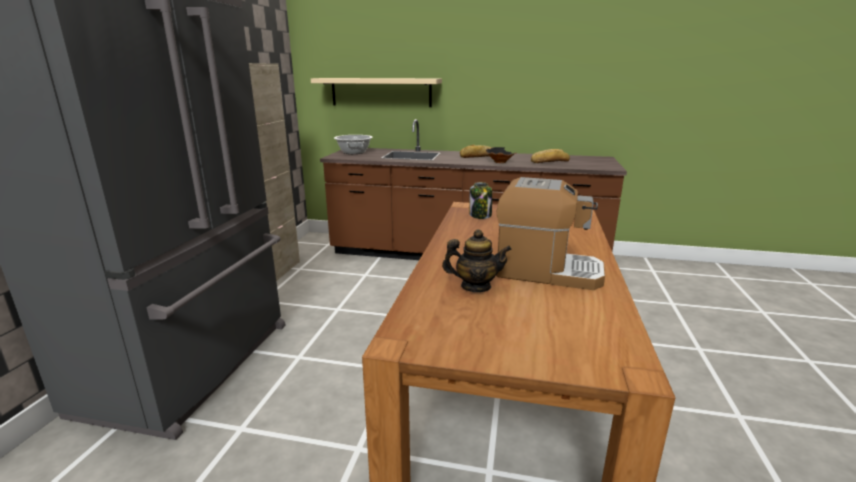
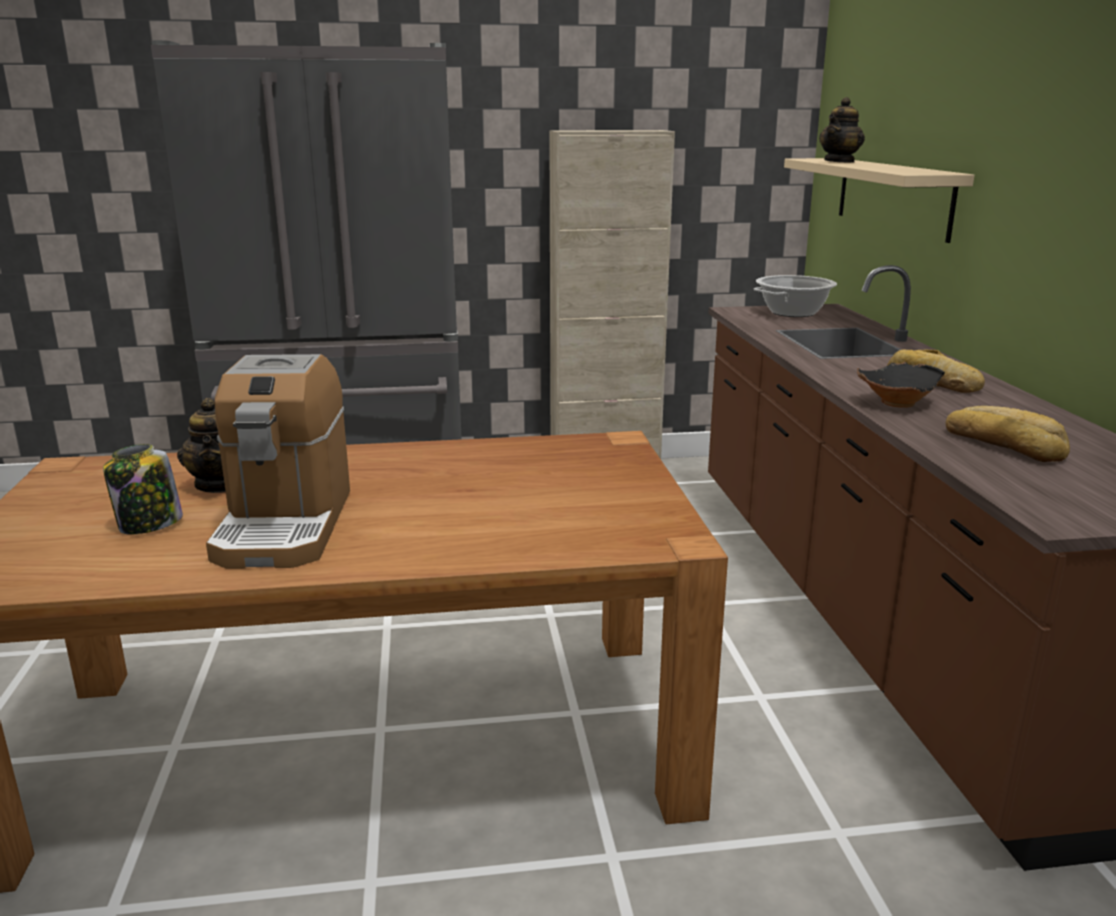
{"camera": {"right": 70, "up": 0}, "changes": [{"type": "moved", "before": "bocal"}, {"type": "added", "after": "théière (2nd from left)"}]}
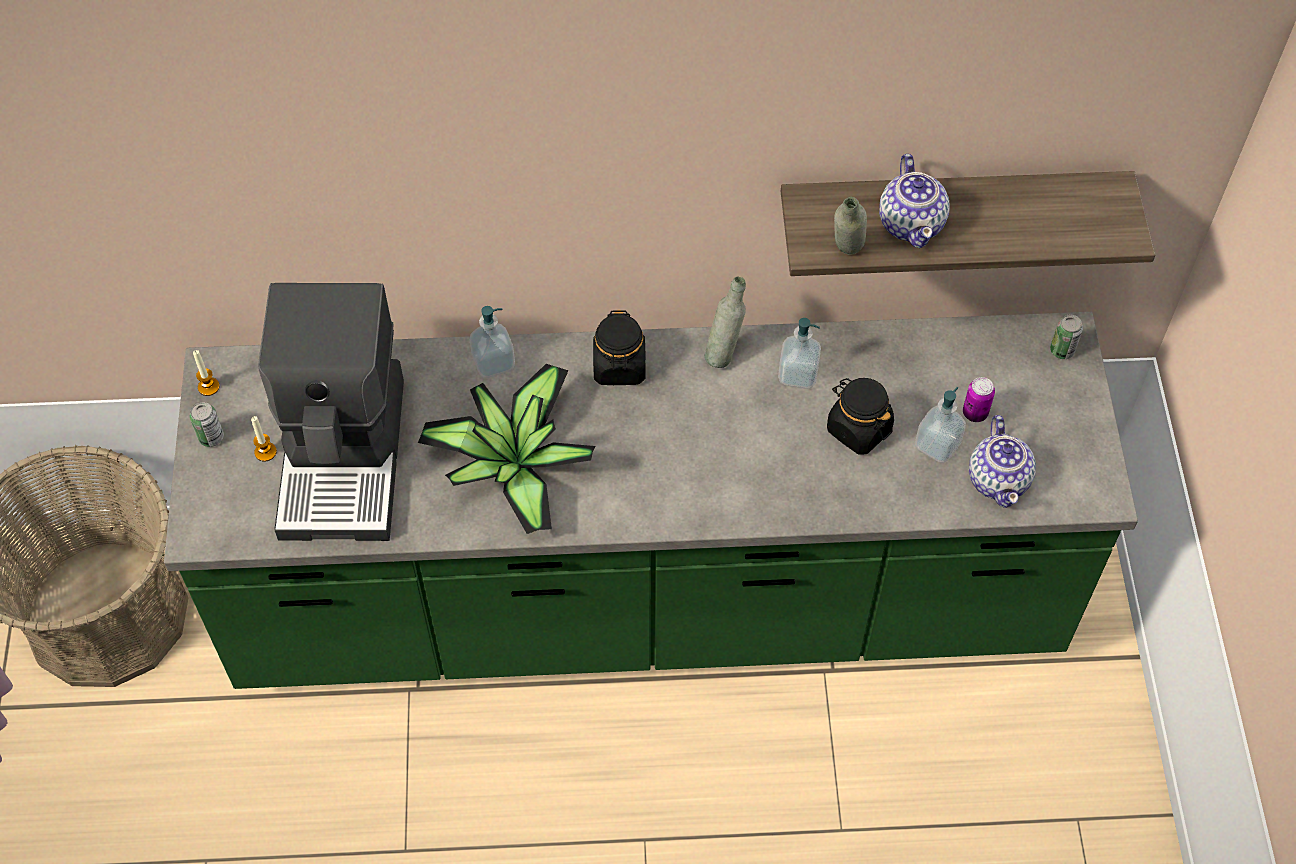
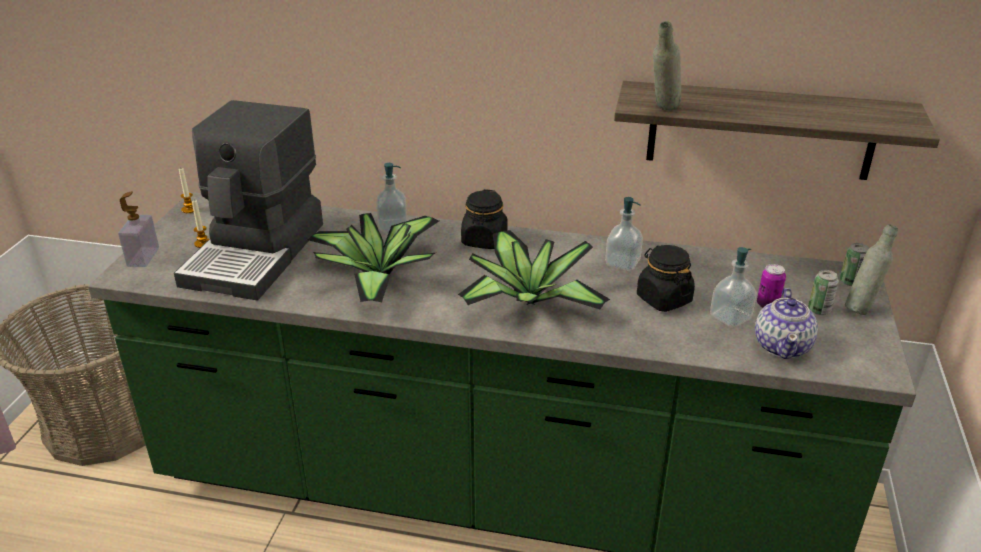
{"camera": {"right": 15, "up": -25}, "changes": [{"type": "moved", "before": "boîte métallique (1st from left in the first image)", "after": "boîte métallique (2nd from left)"}, {"type": "moved", "before": "bouteille (gris) (1st from left in the first image)", "after": "bouteille (gris) (2nd from left)"}, {"type": "removed", "before": "théière (1st from left)"}, {"type": "added", "after": "distributeur de savon (1st from left)"}, {"type": "added", "after": "plante en pot (2nd from left)"}]}
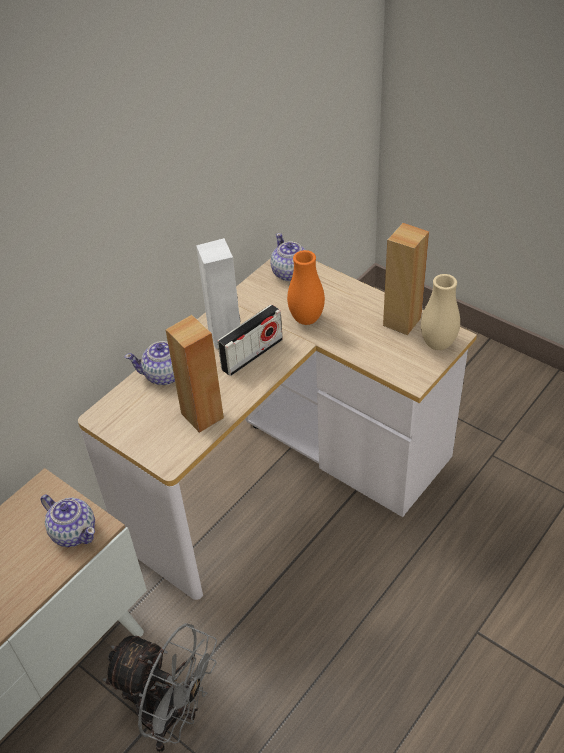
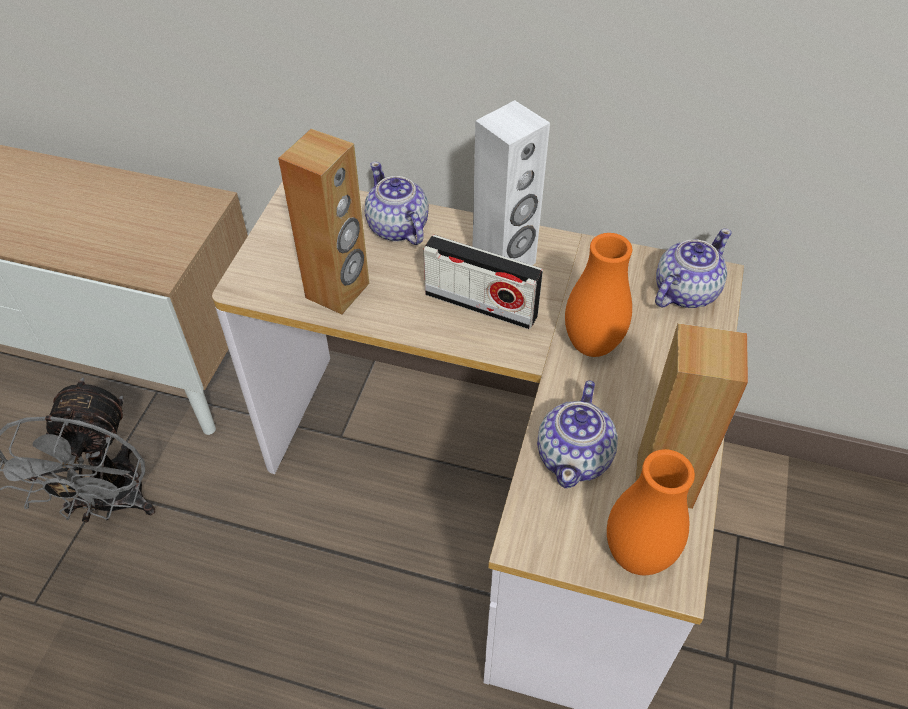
{"camera": {"right": 65, "up": 5}, "changes": [{"type": "moved", "before": "théière (1st from left in the first image)", "after": "théière (2nd from left)"}, {"type": "recoloured", "before": "vase (beige)", "after": "vase (orange) (2nd from left)"}]}
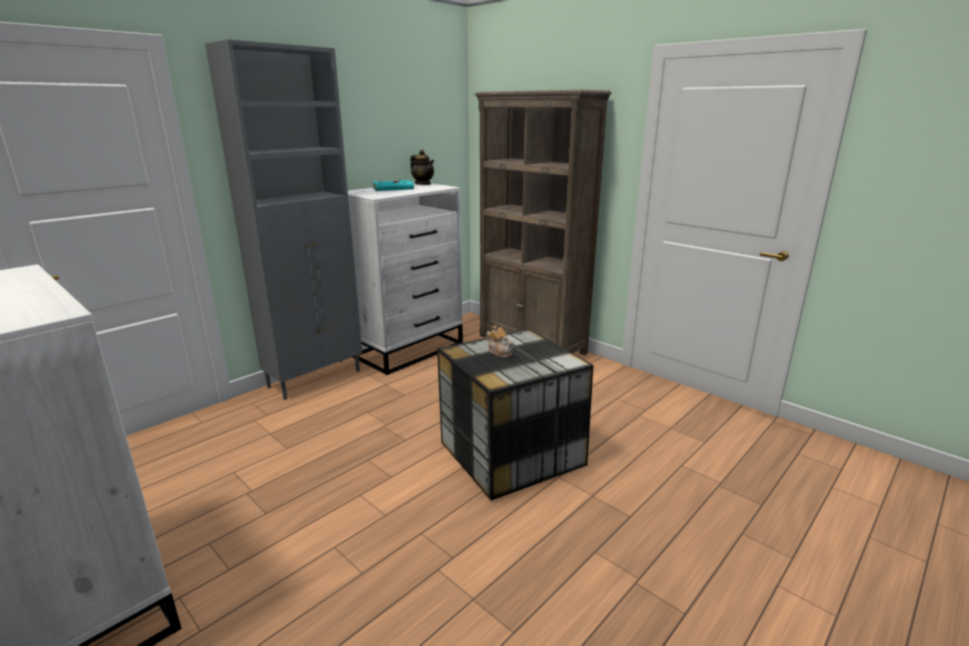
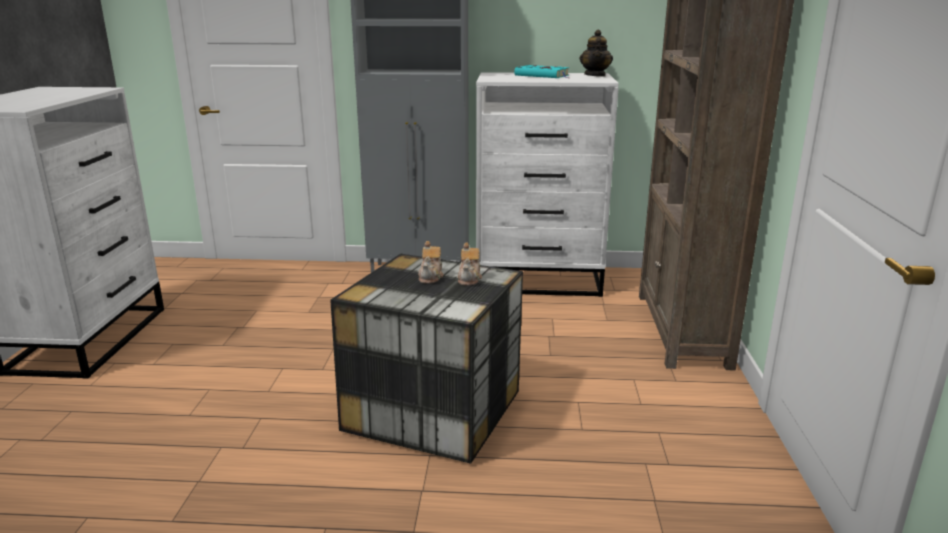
{"camera": {"right": 50, "up": 0}, "changes": [{"type": "added", "after": "théière (2nd from left)"}]}
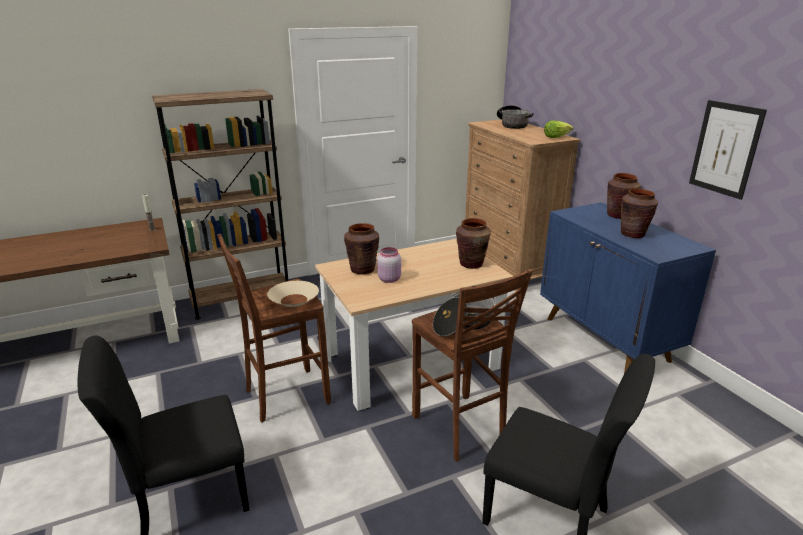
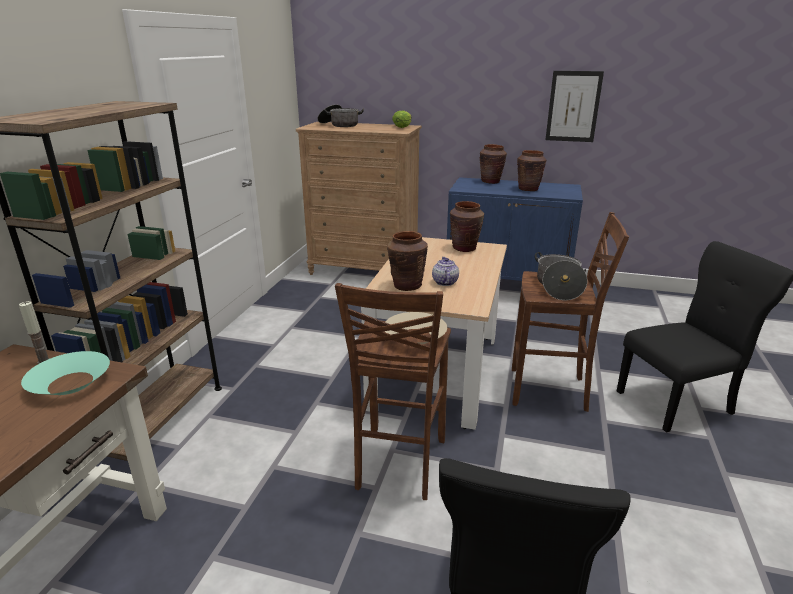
{"camera": {"right": -50, "up": 0}, "changes": [{"type": "replaced", "before": "bocal (rose)", "after": "théière"}, {"type": "added", "after": "bol (turquoise)"}]}
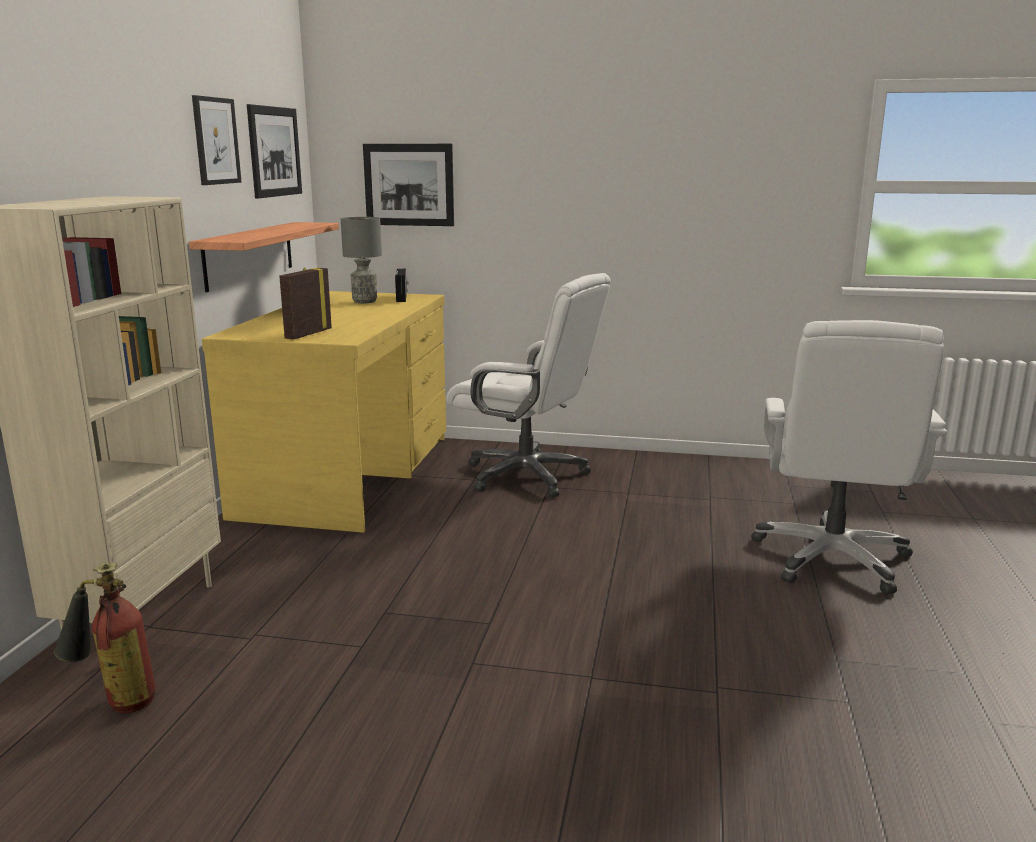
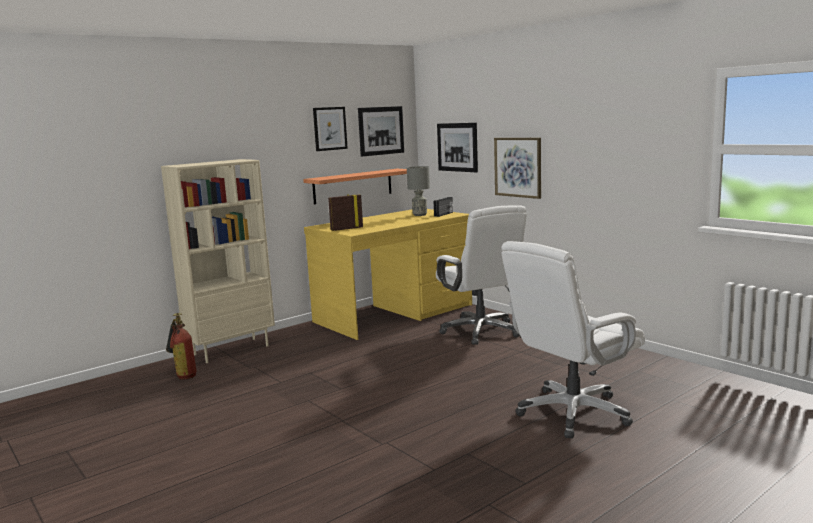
{"camera": {"right": 40, "up": -5}, "changes": [{"type": "added", "after": "tableau (4th from left)"}]}
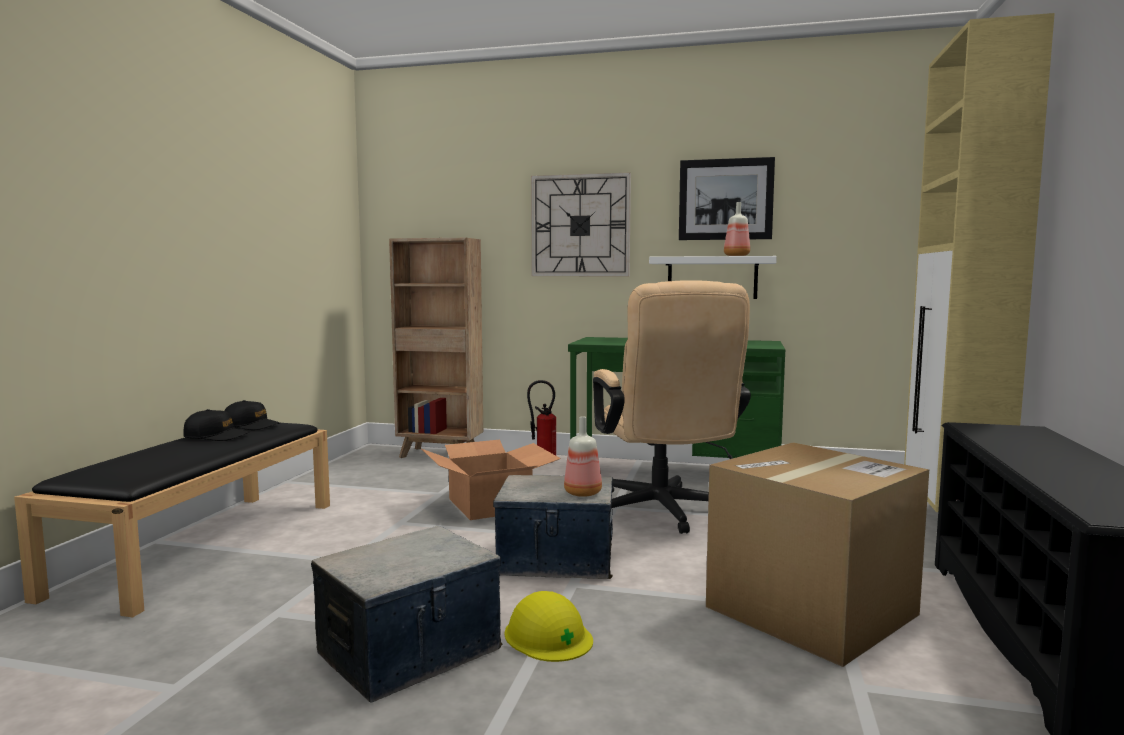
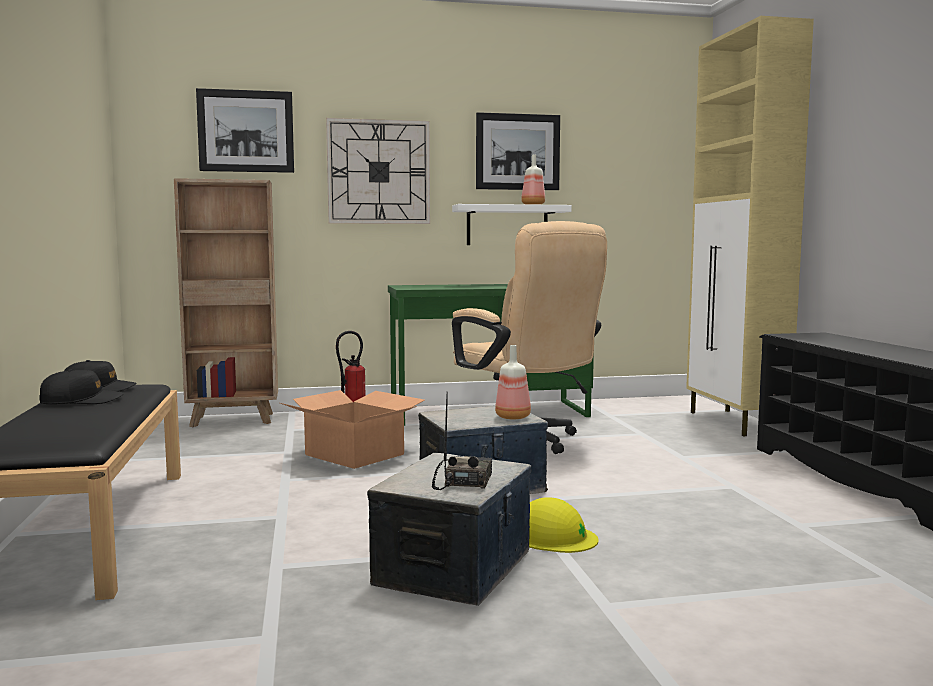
{"camera": {"right": -25, "up": 0}, "changes": [{"type": "removed", "before": "carton (2nd from left)"}, {"type": "added", "after": "tableau (1st from left)"}, {"type": "added", "after": "radio"}]}
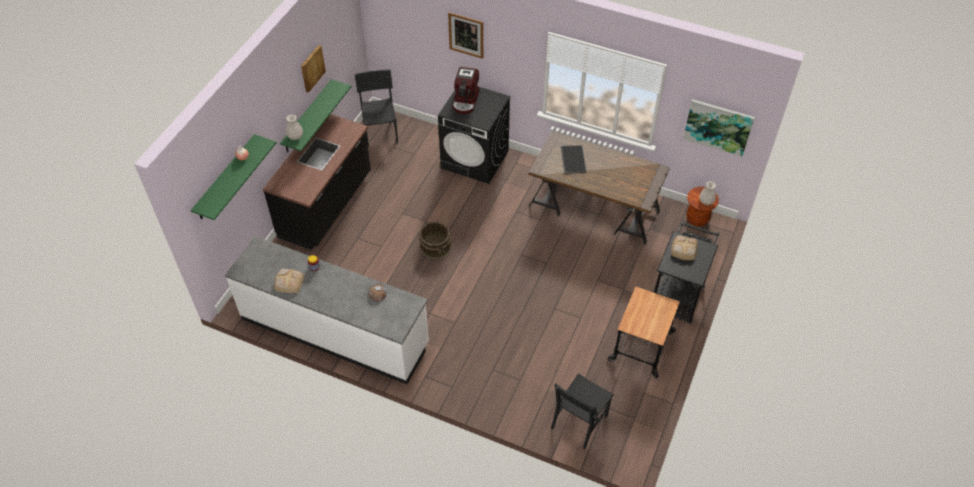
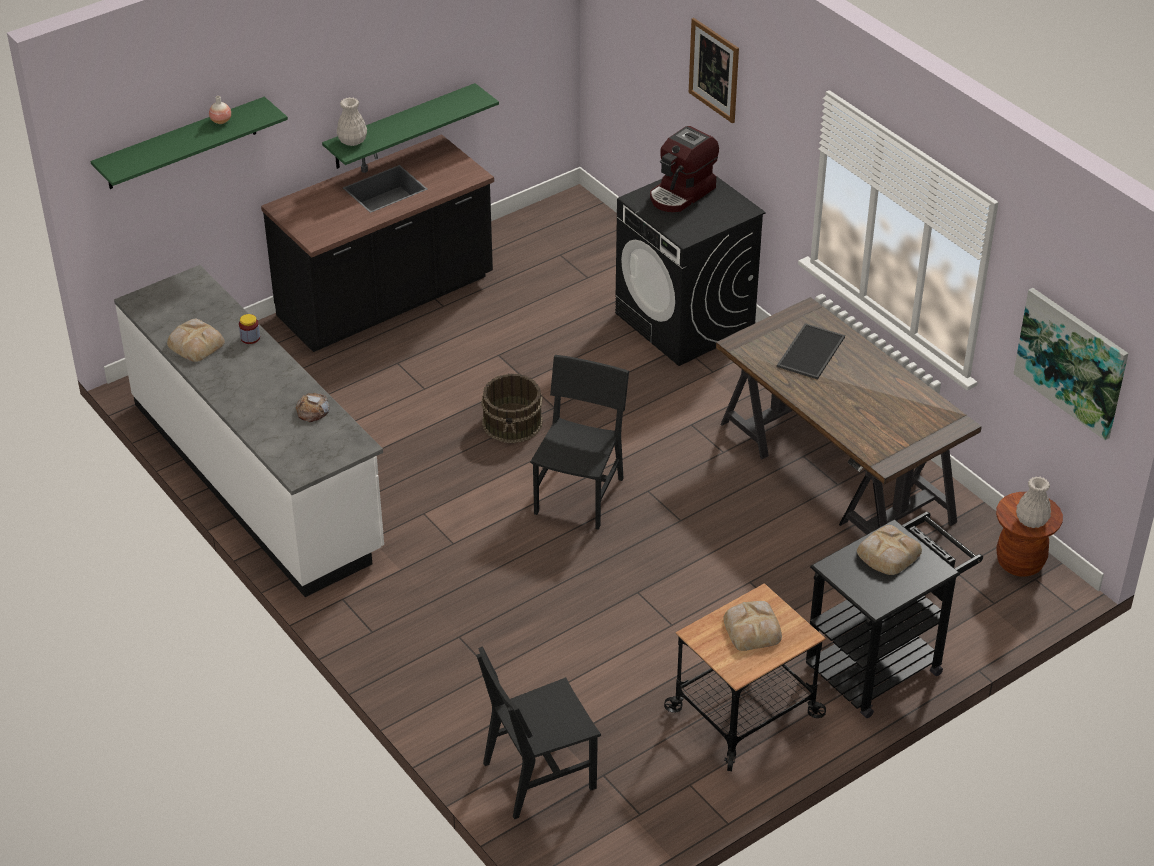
{"camera": {"right": 30, "up": -10}, "changes": [{"type": "removed", "before": "tableau (1st from left)"}, {"type": "moved", "before": "chaise (noir) (1st from left in the first image)", "after": "chaise (noir) (2nd from left)"}, {"type": "added", "after": "pain (3rd from left)"}]}
